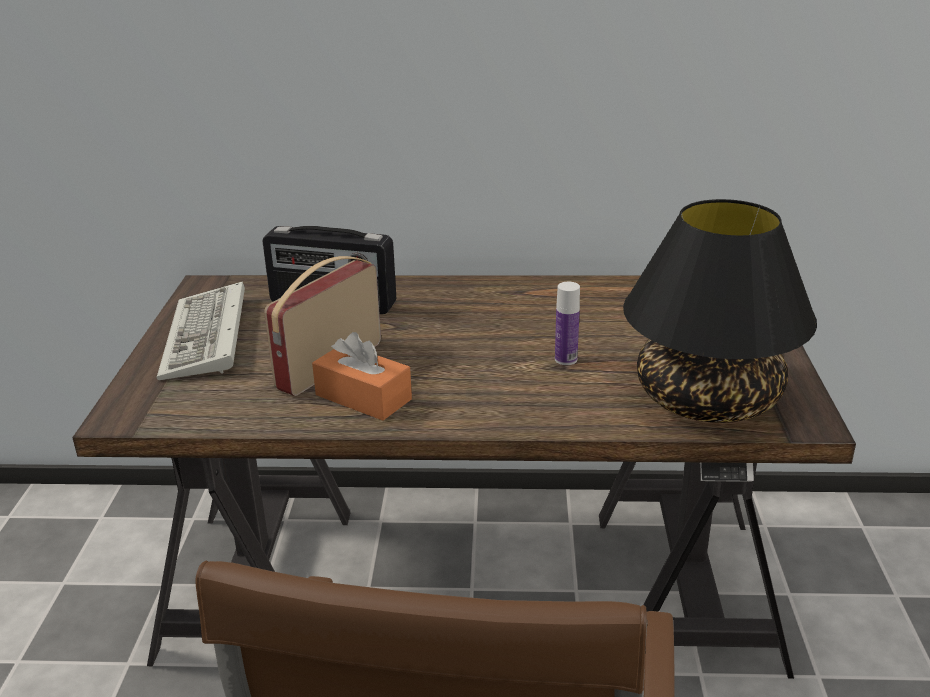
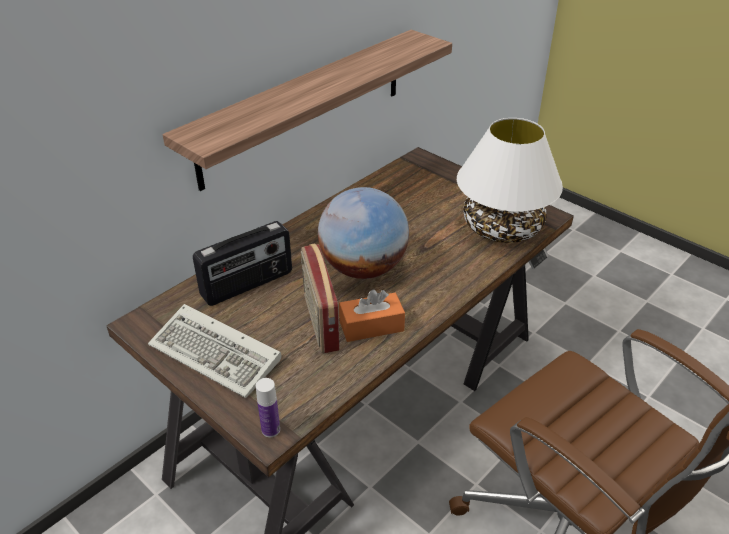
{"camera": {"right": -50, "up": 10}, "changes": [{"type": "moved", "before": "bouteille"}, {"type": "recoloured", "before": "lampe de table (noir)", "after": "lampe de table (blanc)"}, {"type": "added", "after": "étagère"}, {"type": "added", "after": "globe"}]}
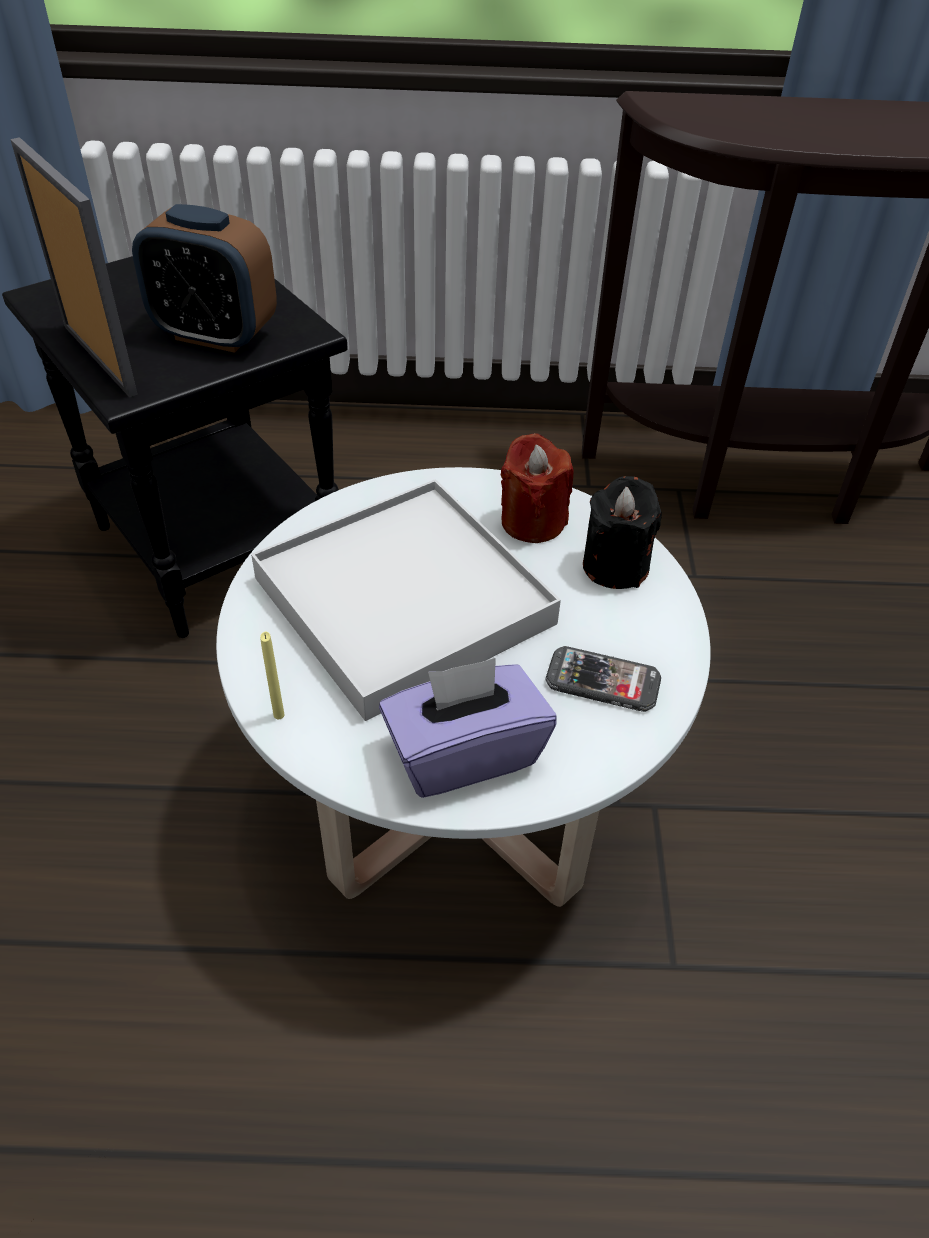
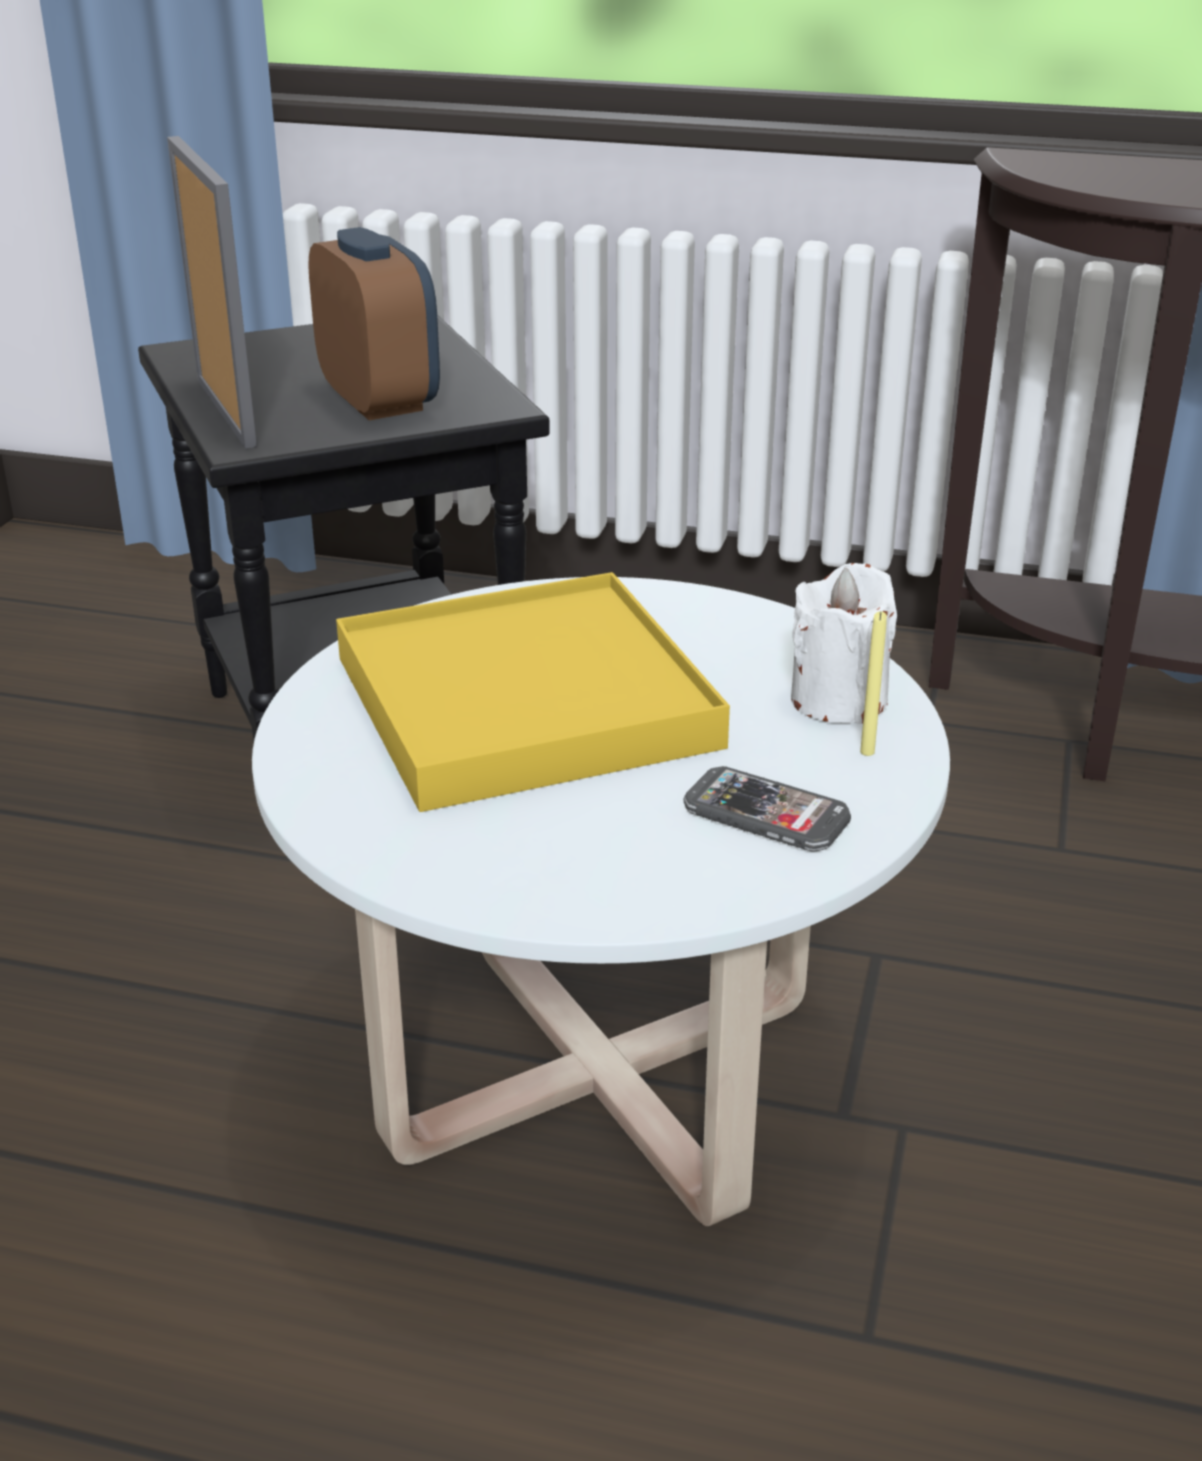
{"camera": {"right": 15, "up": -15}, "changes": [{"type": "turned", "before": "réveil", "turn": -150}, {"type": "recoloured", "before": "plateau (blanc)", "after": "plateau (jaune)"}, {"type": "moved", "before": "bougie (jaune)"}, {"type": "removed", "before": "boîte à mouchoirs (violet)"}, {"type": "removed", "before": "bougie (rouge)"}, {"type": "recoloured", "before": "bougie (noir)", "after": "bougie (blanc)"}]}
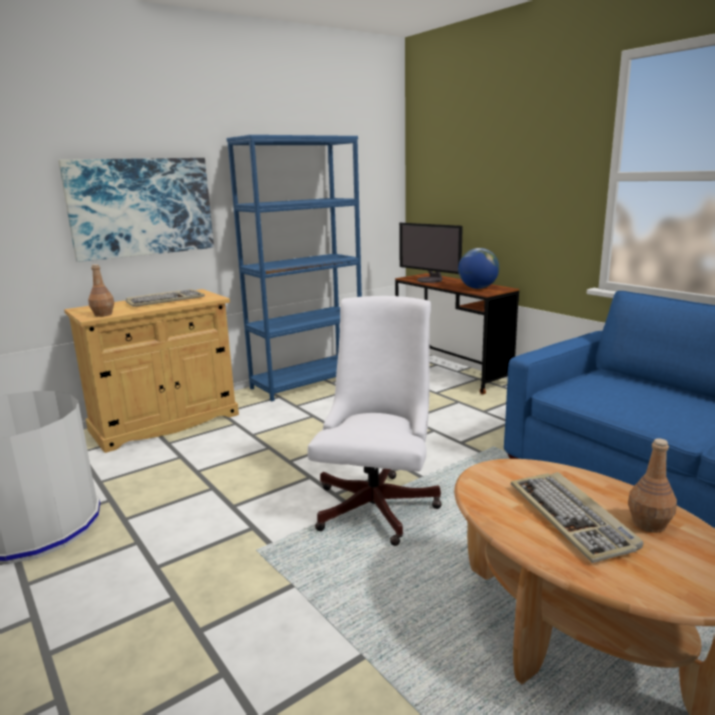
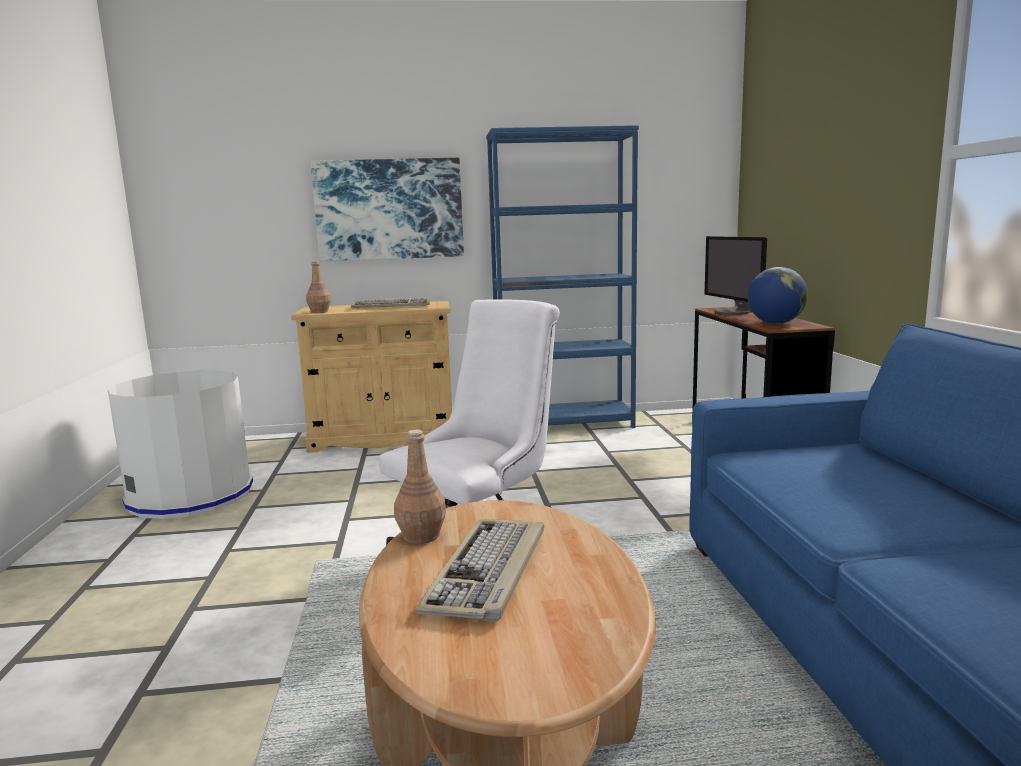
{"camera": {"right": 30, "up": -5}, "changes": [{"type": "moved", "before": "bouteille (marron) (2nd from left)"}]}
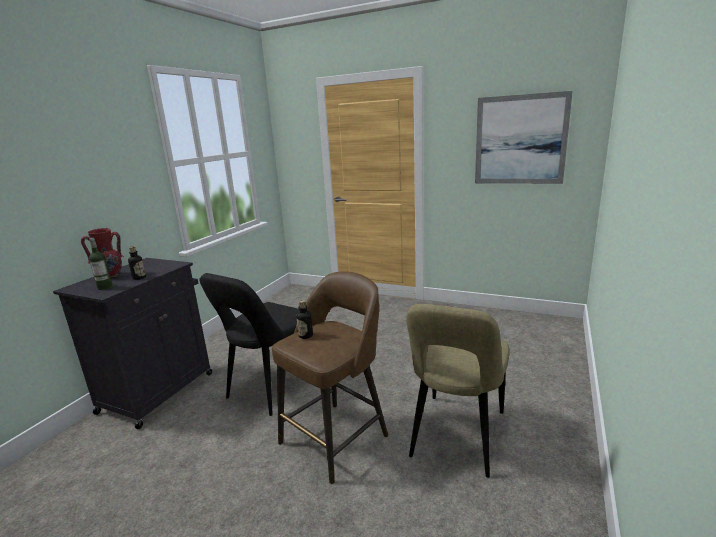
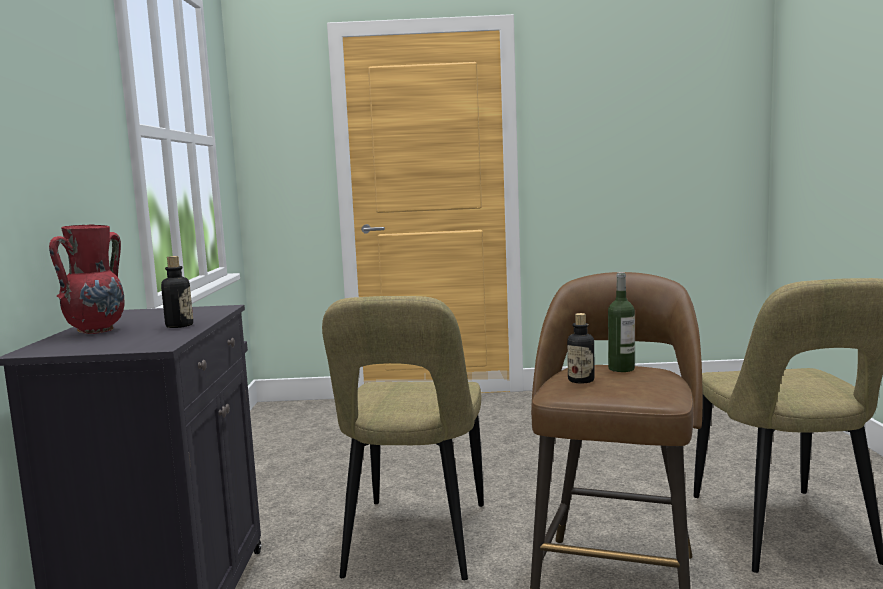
{"camera": {"right": -25, "up": -10}, "changes": [{"type": "moved", "before": "bouteille (1st from left in the first image)", "after": "bouteille (3rd from left)"}, {"type": "recoloured", "before": "chaise (noir)", "after": "chaise (beige) (1st from left)"}, {"type": "removed", "before": "tableau"}]}
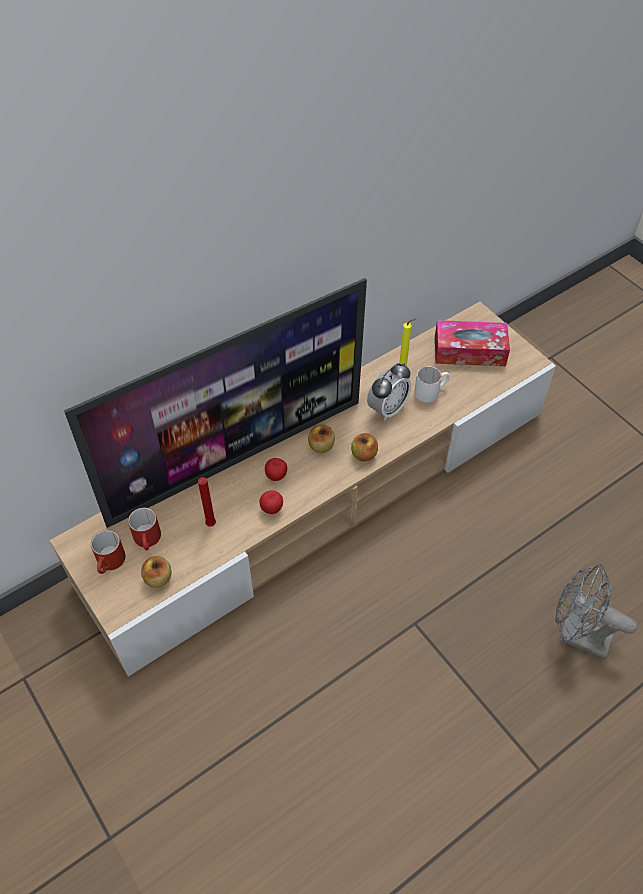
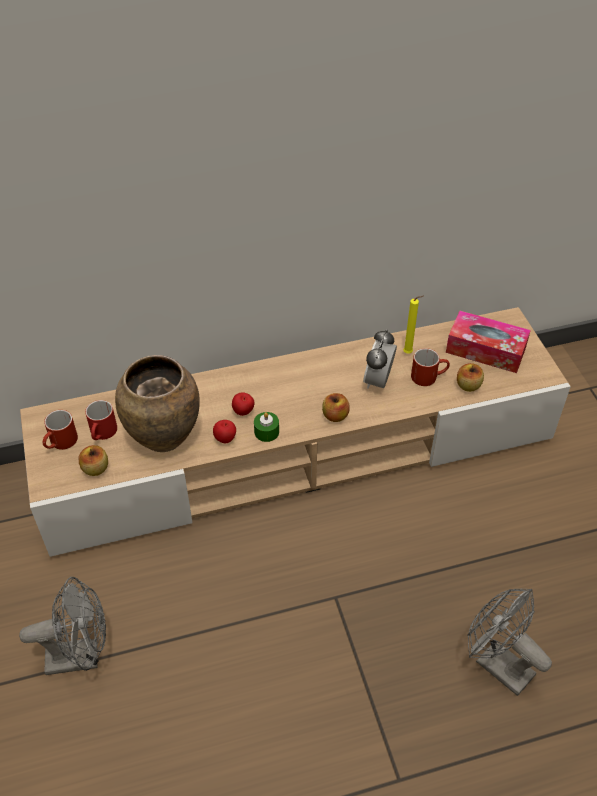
{"camera": {"right": 20, "up": -5}, "changes": [{"type": "removed", "before": "téléviseur"}, {"type": "replaced", "before": "bougie (rouge)", "after": "vase (marron)"}, {"type": "moved", "before": "pomme (4th from left in the first image)", "after": "pomme (5th from left)"}, {"type": "turned", "before": "réveil", "turn": 135}, {"type": "recoloured", "before": "mug (blanc)", "after": "mug (rouge) (3rd from left)"}, {"type": "added", "after": "ventilateur (gris) (1st from left)"}, {"type": "added", "after": "bougie (vert)"}]}
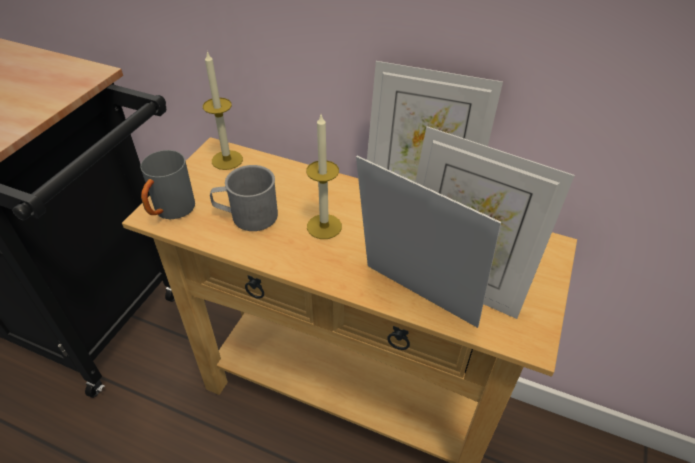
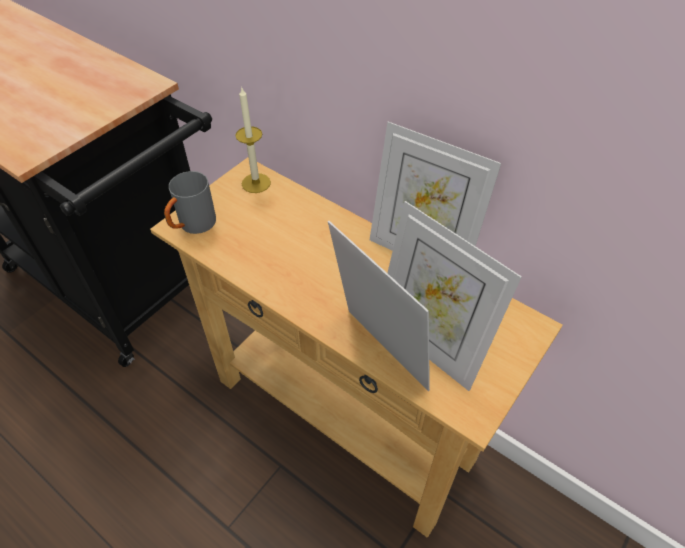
{"camera": {"right": 15, "up": 5}, "changes": [{"type": "removed", "before": "mug (gris) (2nd from left)"}, {"type": "removed", "before": "bougie (2nd from left)"}]}
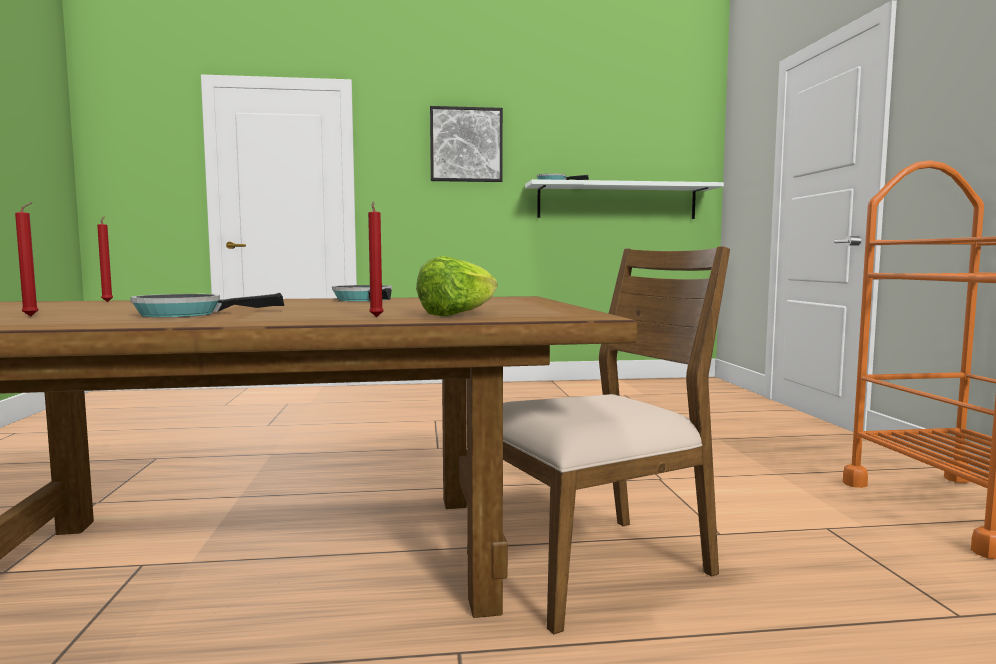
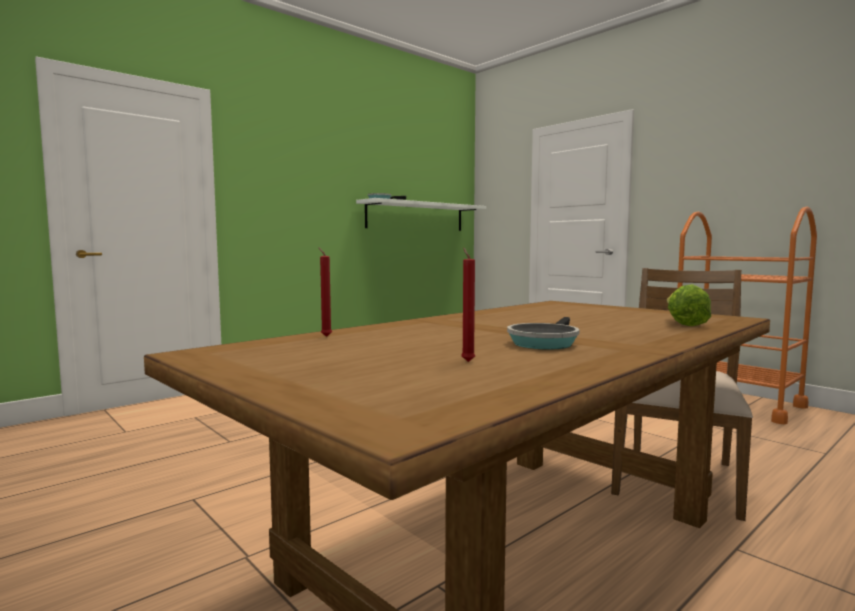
{"camera": {"right": -35, "up": 0}, "changes": [{"type": "removed", "before": "poêle (2nd from left)"}, {"type": "removed", "before": "bougie (rouge) (3rd from left)"}, {"type": "removed", "before": "tableau"}]}
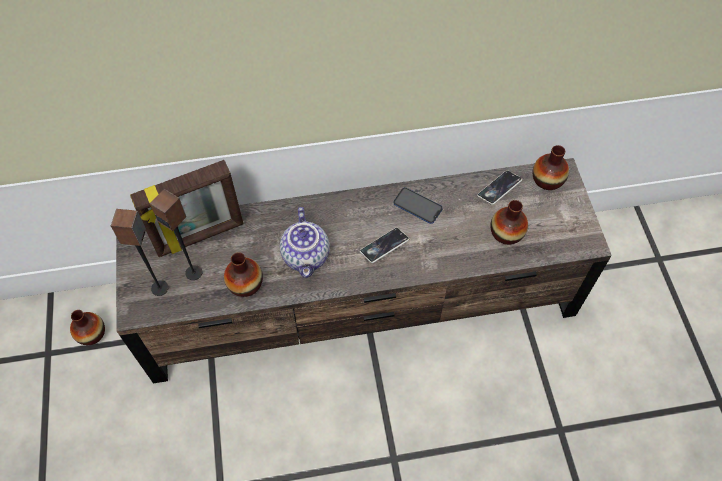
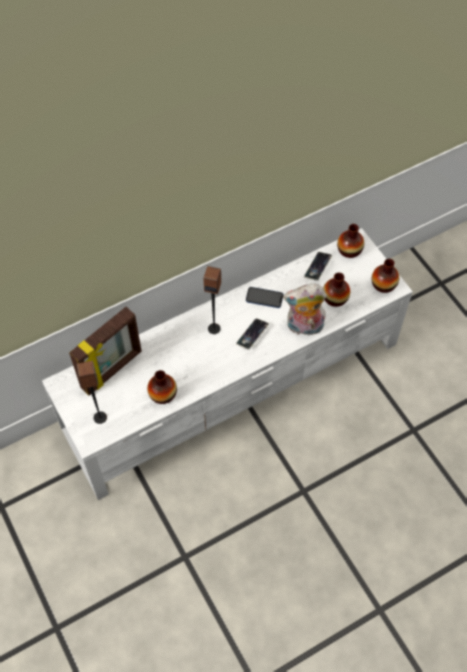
{"camera": {"right": -20, "up": 0}, "changes": [{"type": "moved", "before": "vase (1st from left in the first image)", "after": "vase (4th from left)"}, {"type": "recoloured", "before": "meuble télé (marron)", "after": "meuble télé (blanc)"}, {"type": "moved", "before": "enceinte (2nd from left)"}, {"type": "removed", "before": "théière"}, {"type": "added", "after": "peluche"}]}
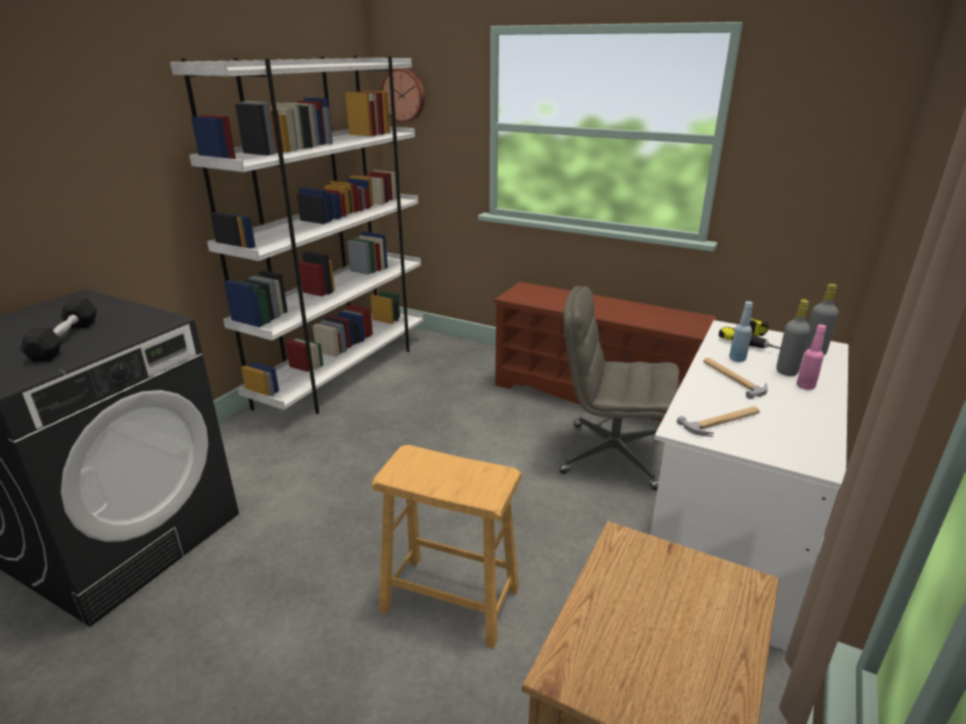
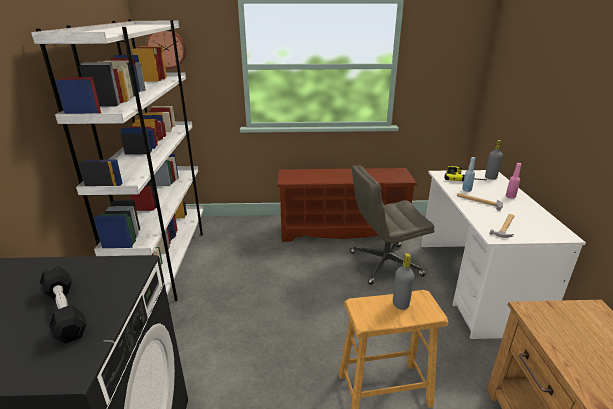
{"camera": {"right": -30, "up": 0}, "changes": [{"type": "moved", "before": "bouteille (gris) (1st from left)"}]}
